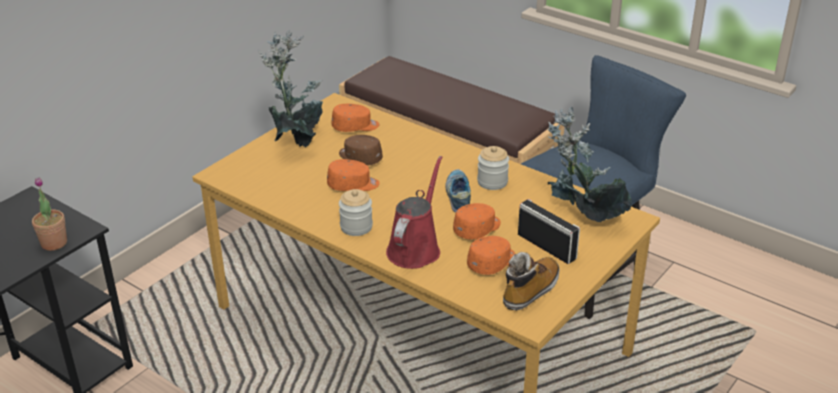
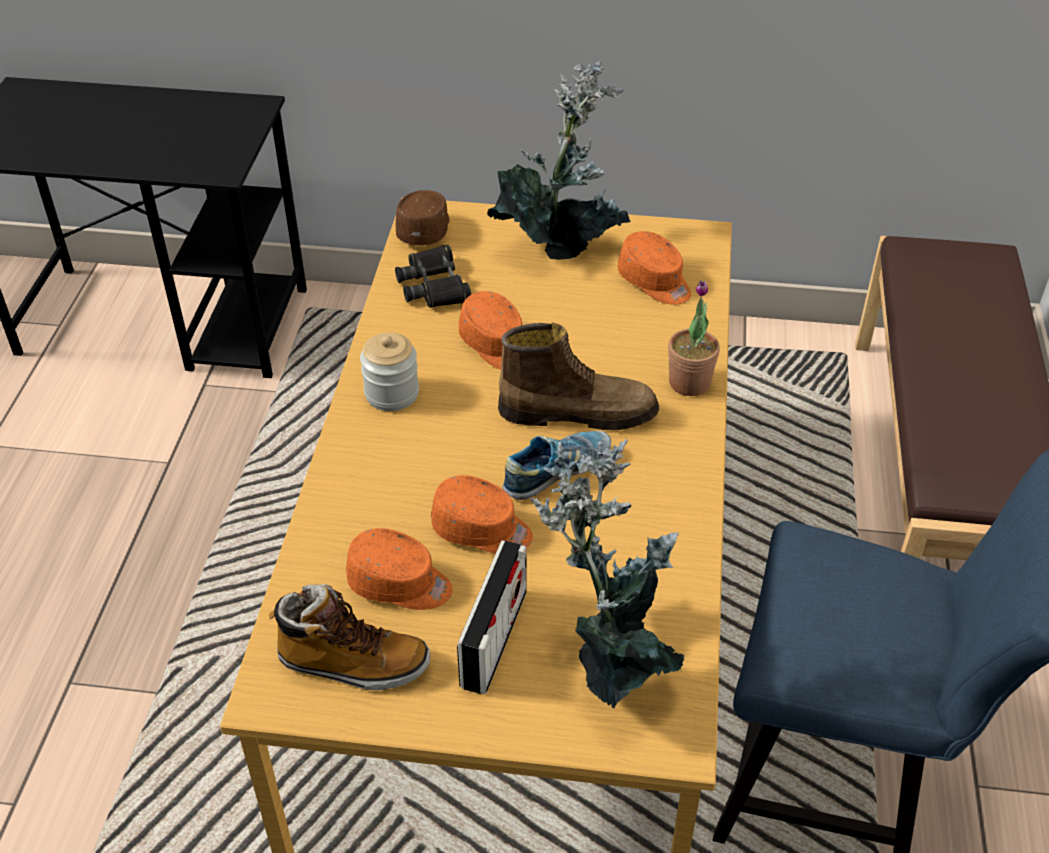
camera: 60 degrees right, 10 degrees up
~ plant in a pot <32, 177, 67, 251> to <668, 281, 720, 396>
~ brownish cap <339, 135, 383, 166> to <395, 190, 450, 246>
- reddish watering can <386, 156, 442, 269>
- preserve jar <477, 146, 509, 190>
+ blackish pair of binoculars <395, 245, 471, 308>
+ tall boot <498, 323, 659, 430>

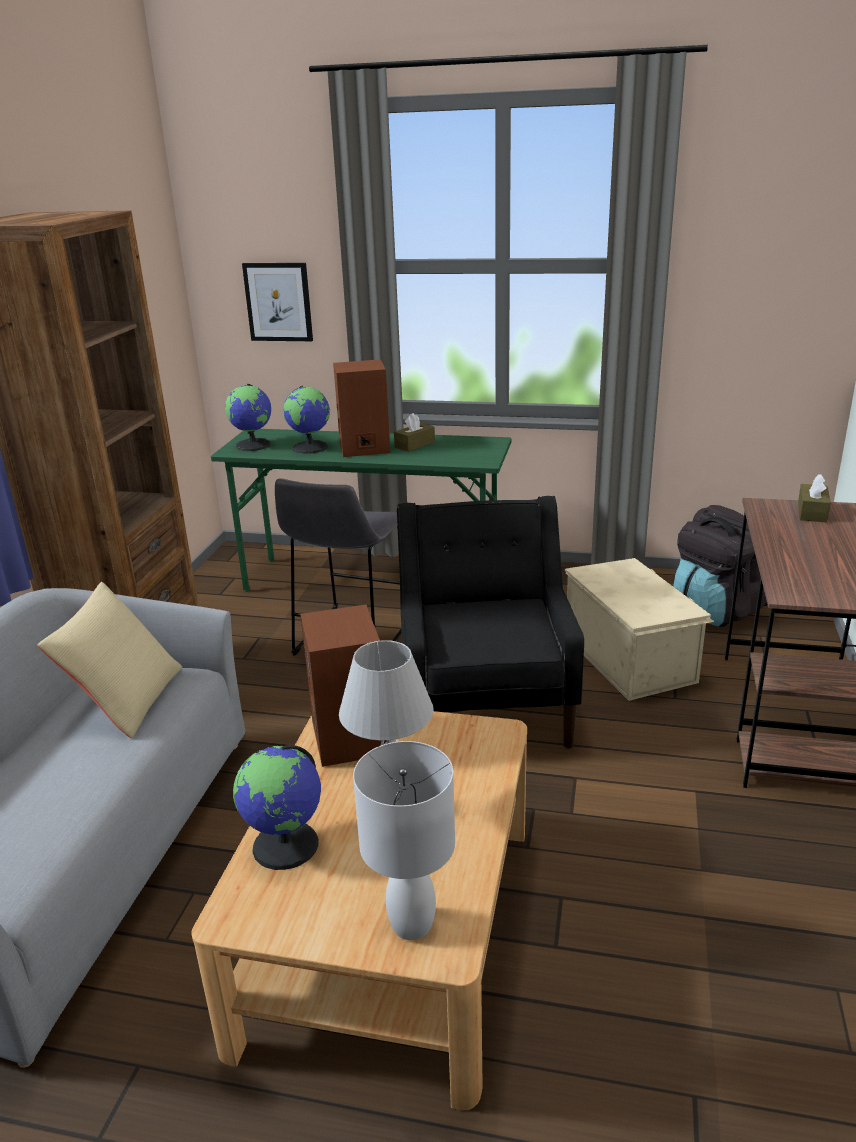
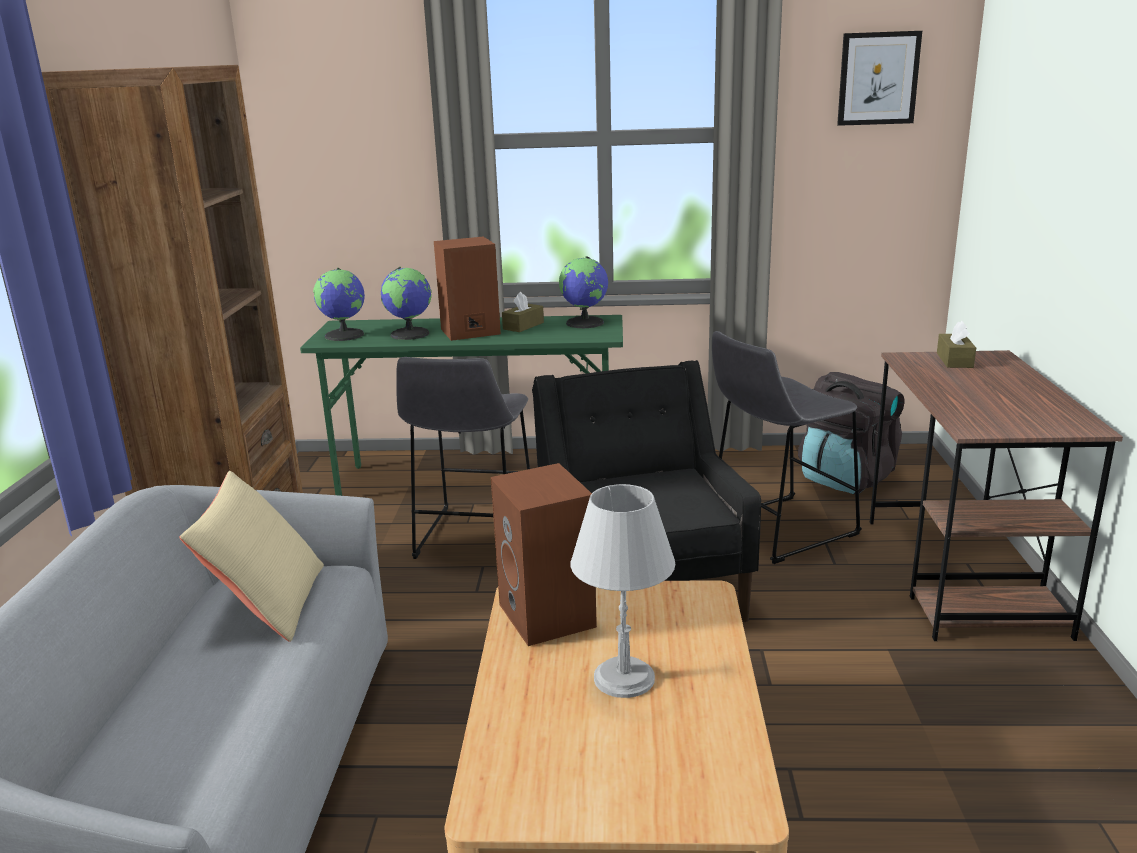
camera: 10 degrees left, 5 degrees down
~ desk globe <233, 745, 321, 870> to <559, 256, 608, 328>
~ picture <242, 263, 313, 341> to <837, 31, 922, 126>
- white-coloured tabletop lamp <353, 741, 455, 940>
~ sand-coloured storage bin <565, 558, 715, 701> to gray stool seat <712, 331, 862, 564>

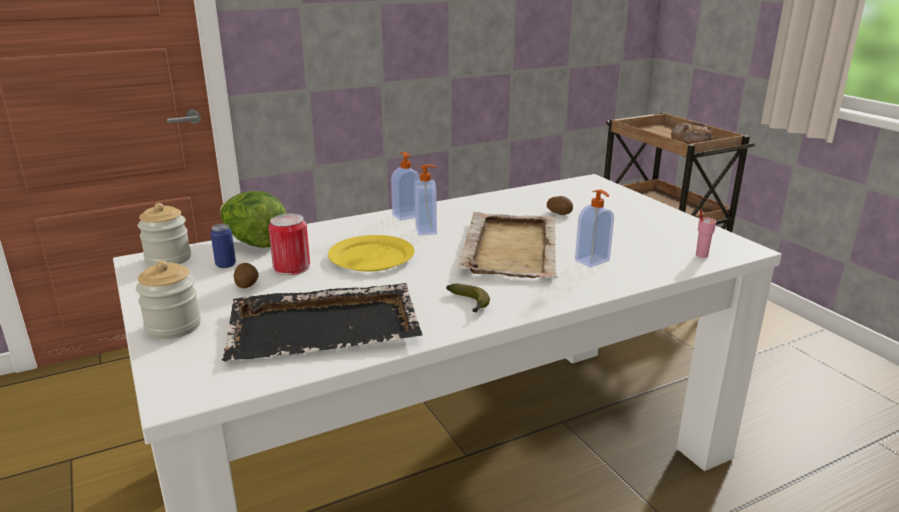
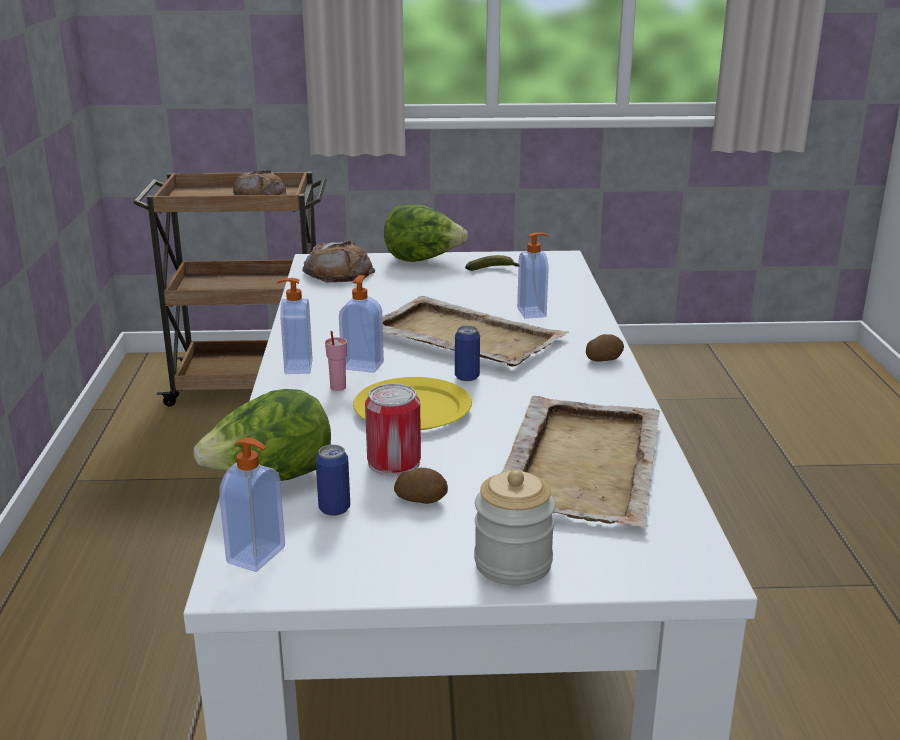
camera: 65 degrees left, 0 degrees up
~ preserve jar <138, 203, 191, 266> to soap dispenser <219, 437, 285, 572>
~ blackish serving tray <222, 283, 422, 362> to sand-coloured serving tray <502, 396, 660, 527>
~ whole banana <446, 284, 490, 313> to <465, 255, 518, 271>
~ potato <547, 196, 573, 215> to <586, 334, 624, 361>
~ pink small cup <696, 209, 717, 258> to <325, 331, 347, 391>
+ baked bread <302, 240, 375, 283>
+ head of lettuce <384, 204, 468, 262>
+ sealed can <455, 325, 480, 381>

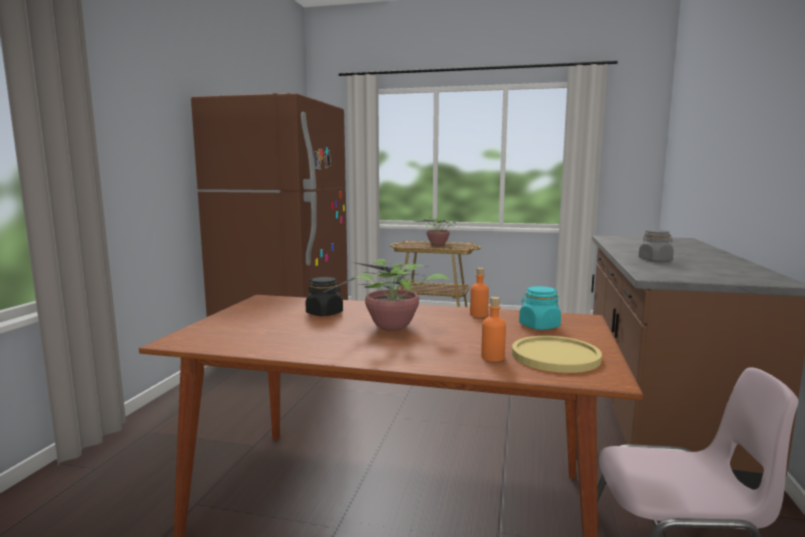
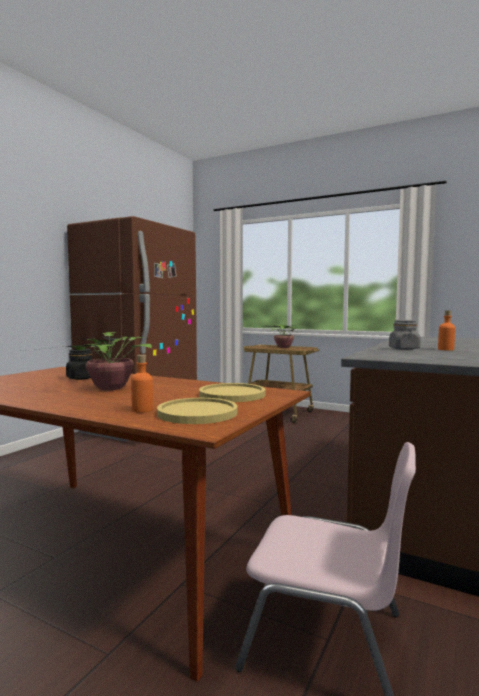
camera: 15 degrees right, 5 degrees down
~ orangey drink bottle <470, 268, 489, 318> to <438, 310, 455, 351>
~ turquoise preserve jar <519, 286, 561, 330> to yellow-coloured flat dish <199, 383, 265, 402>

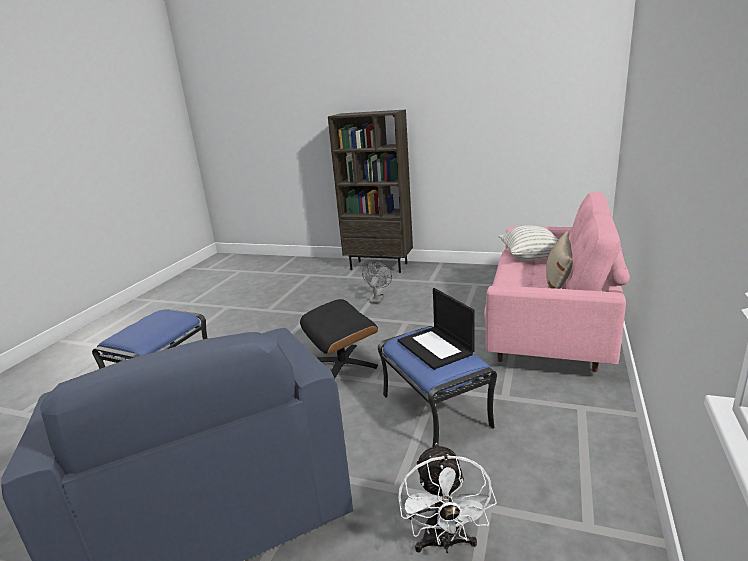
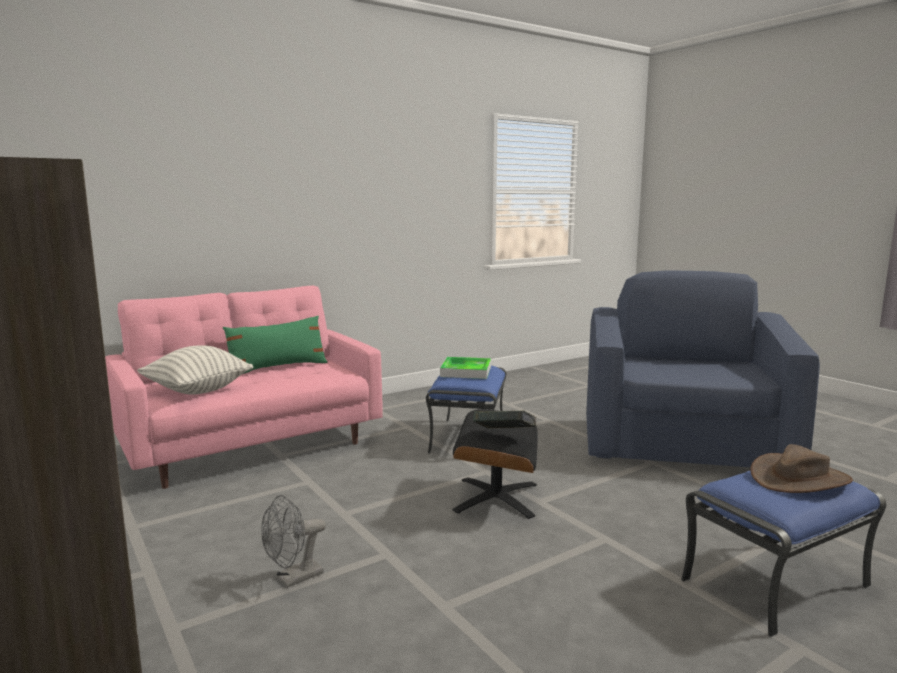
camera: 145 degrees left, 10 degrees down
~ laptop <398, 288, 475, 370> to serving tray <440, 357, 491, 379>
- white-coloured electric fan <398, 443, 497, 553>
~ sand-coloured throw pillow <546, 231, 573, 289> to green throw pillow <223, 316, 328, 374>
+ volume <473, 411, 536, 429>
+ brownish clothing hat <750, 444, 853, 493>

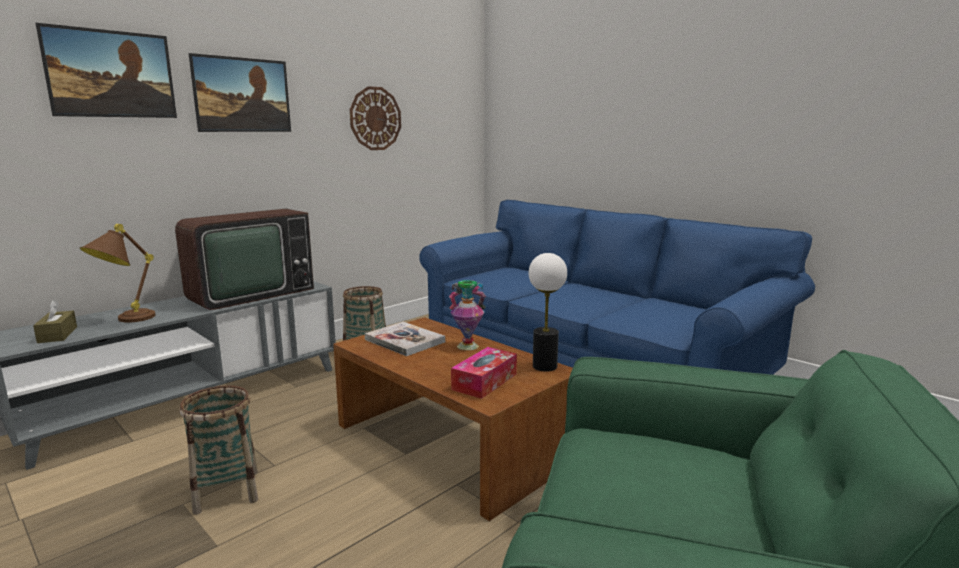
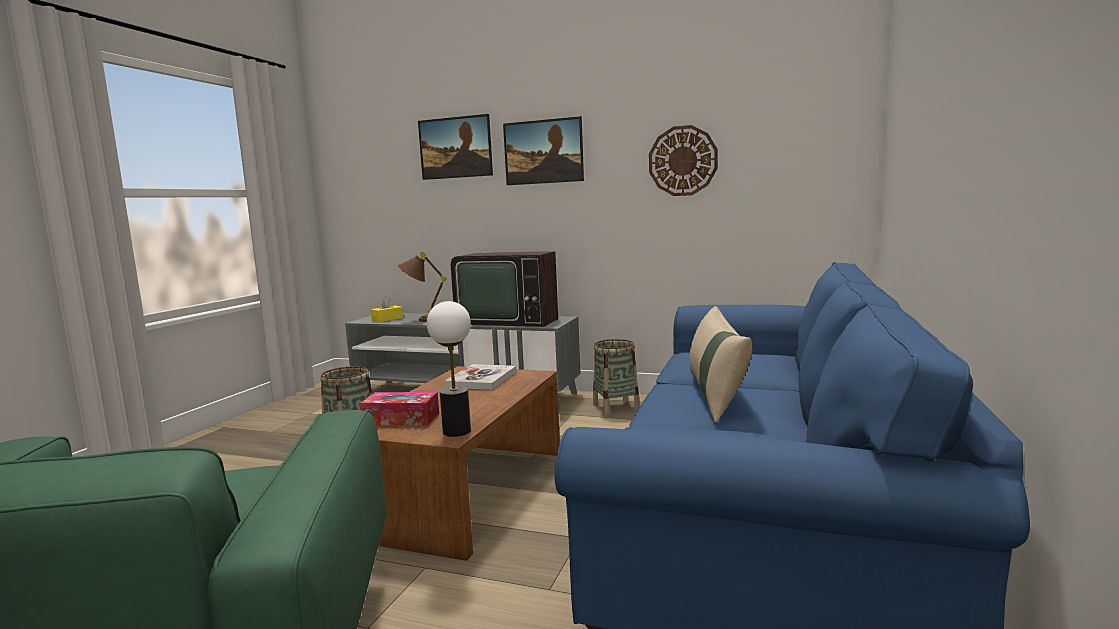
camera: 65 degrees right, 5 degrees down
~ brownish tissue box <33, 300, 77, 343> to yellow-coloured tissue box <371, 297, 403, 322>
- decorative vase <449, 280, 486, 350>
+ sand-coloured throw pillow <690, 306, 752, 422>

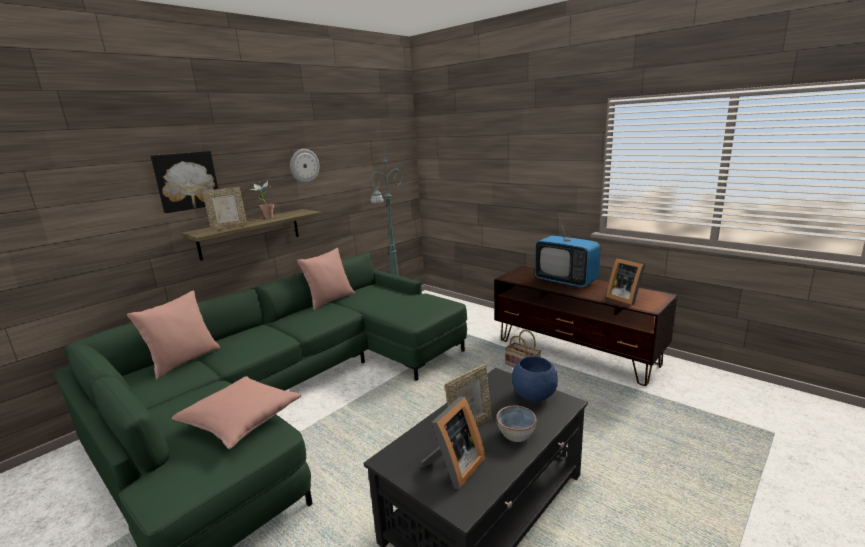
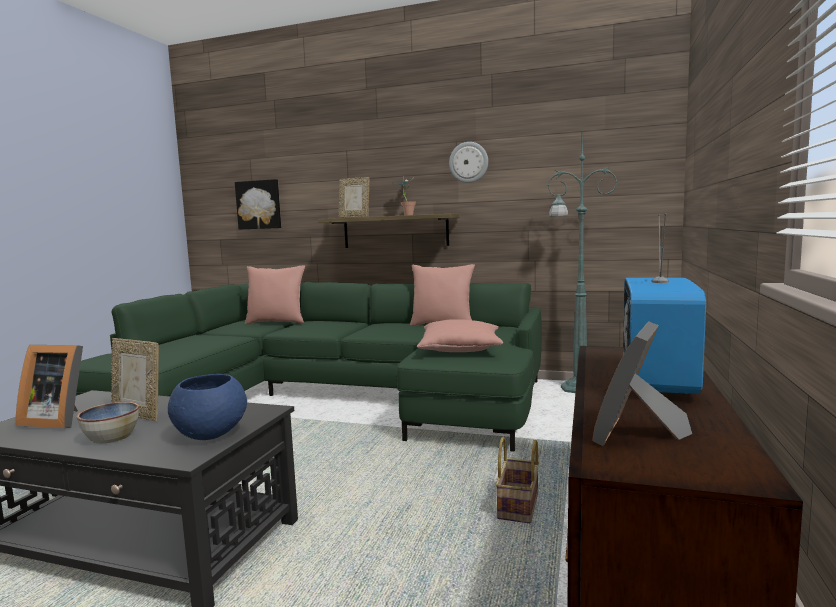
camera: 65 degrees right, 10 degrees down
~ picture <151, 151, 218, 213> to <235, 179, 281, 230>
~ pink throw pillow <171, 376, 301, 449> to <417, 320, 503, 352>

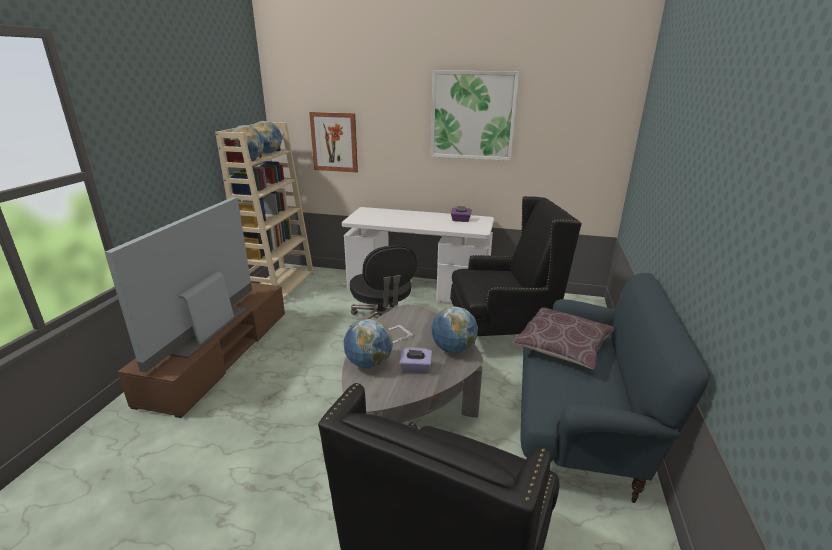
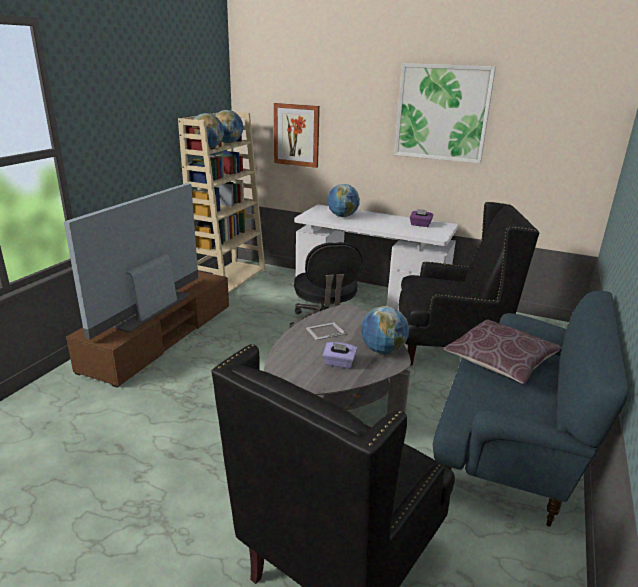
camera: 10 degrees right, 0 degrees up
~ desk globe <344, 319, 393, 369> to <327, 184, 360, 217>

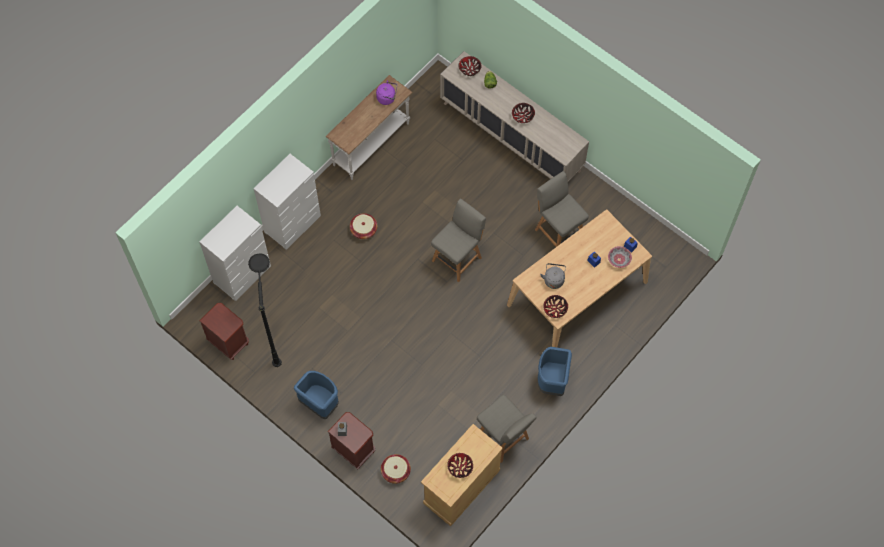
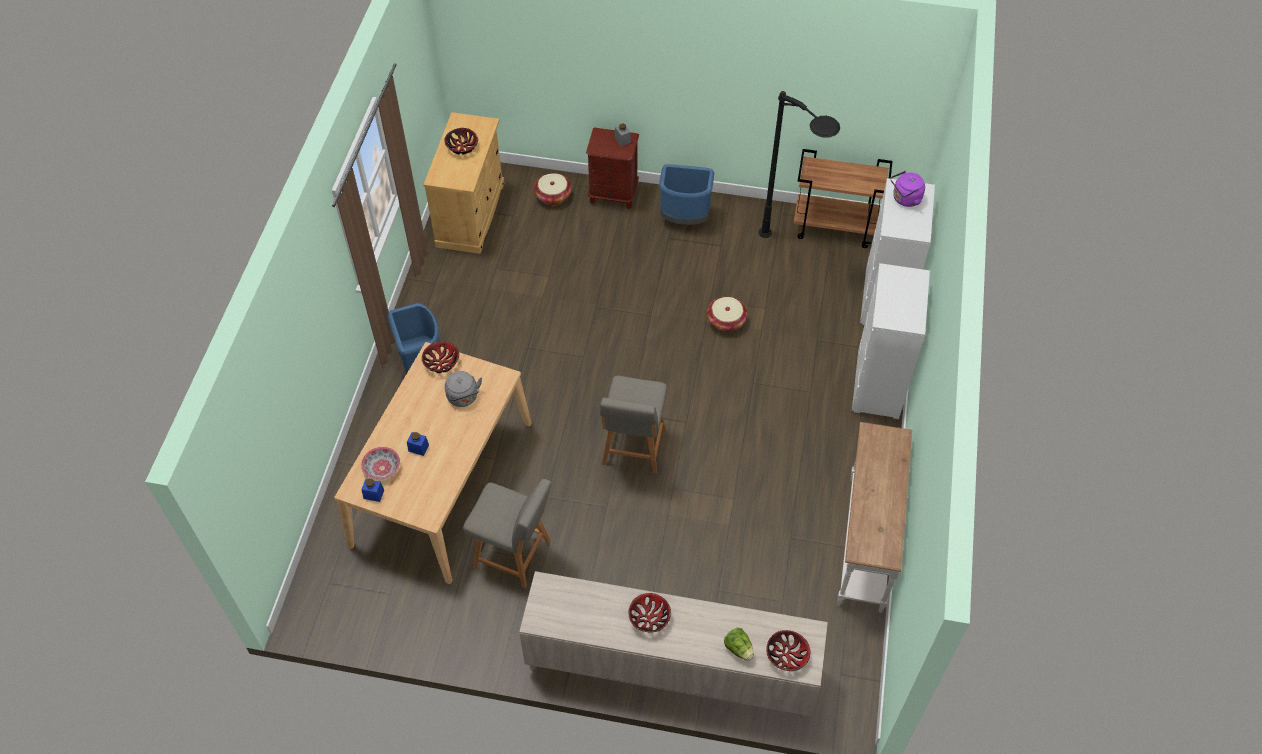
camera: 150 degrees right, 10 degrees down
~ brownish night table <200, 303, 249, 360> to brownish cart <793, 149, 892, 248>
~ household basket <350, 213, 377, 239> to <707, 297, 747, 332>
~ purple-coloured water kettle <376, 80, 397, 105> to <891, 171, 925, 207>
- gray chair <477, 395, 537, 463>

